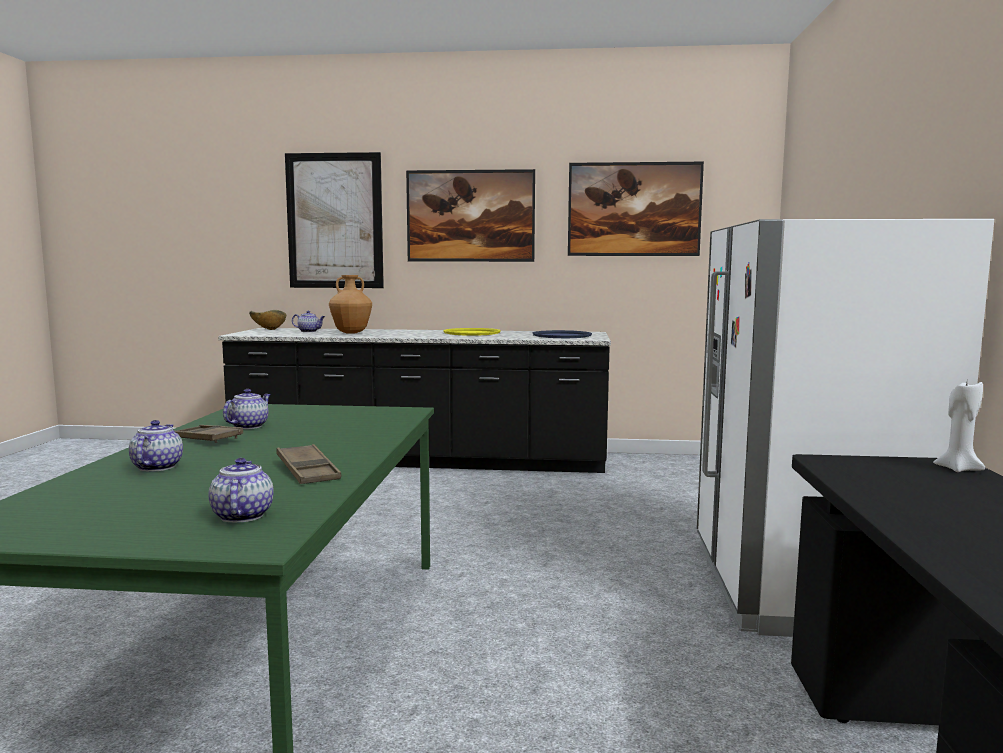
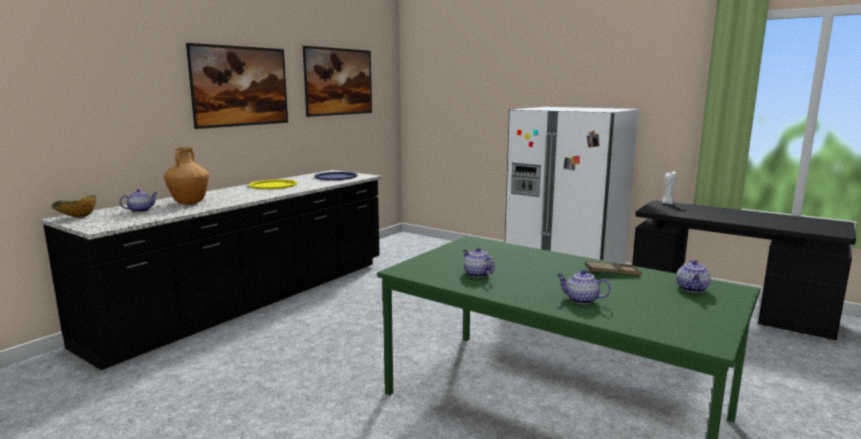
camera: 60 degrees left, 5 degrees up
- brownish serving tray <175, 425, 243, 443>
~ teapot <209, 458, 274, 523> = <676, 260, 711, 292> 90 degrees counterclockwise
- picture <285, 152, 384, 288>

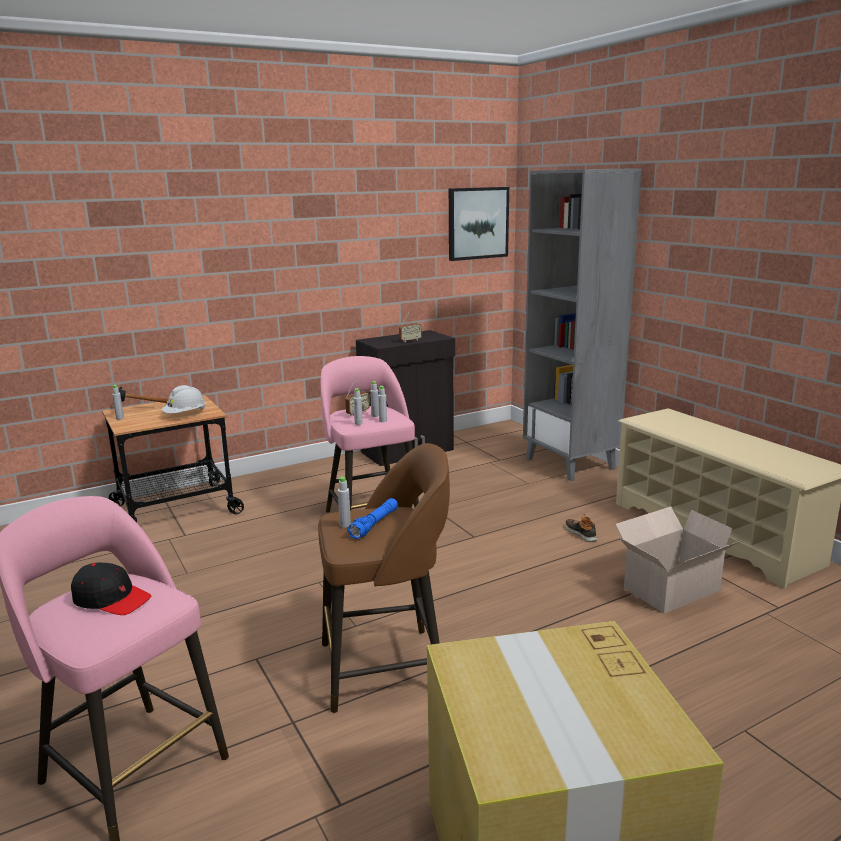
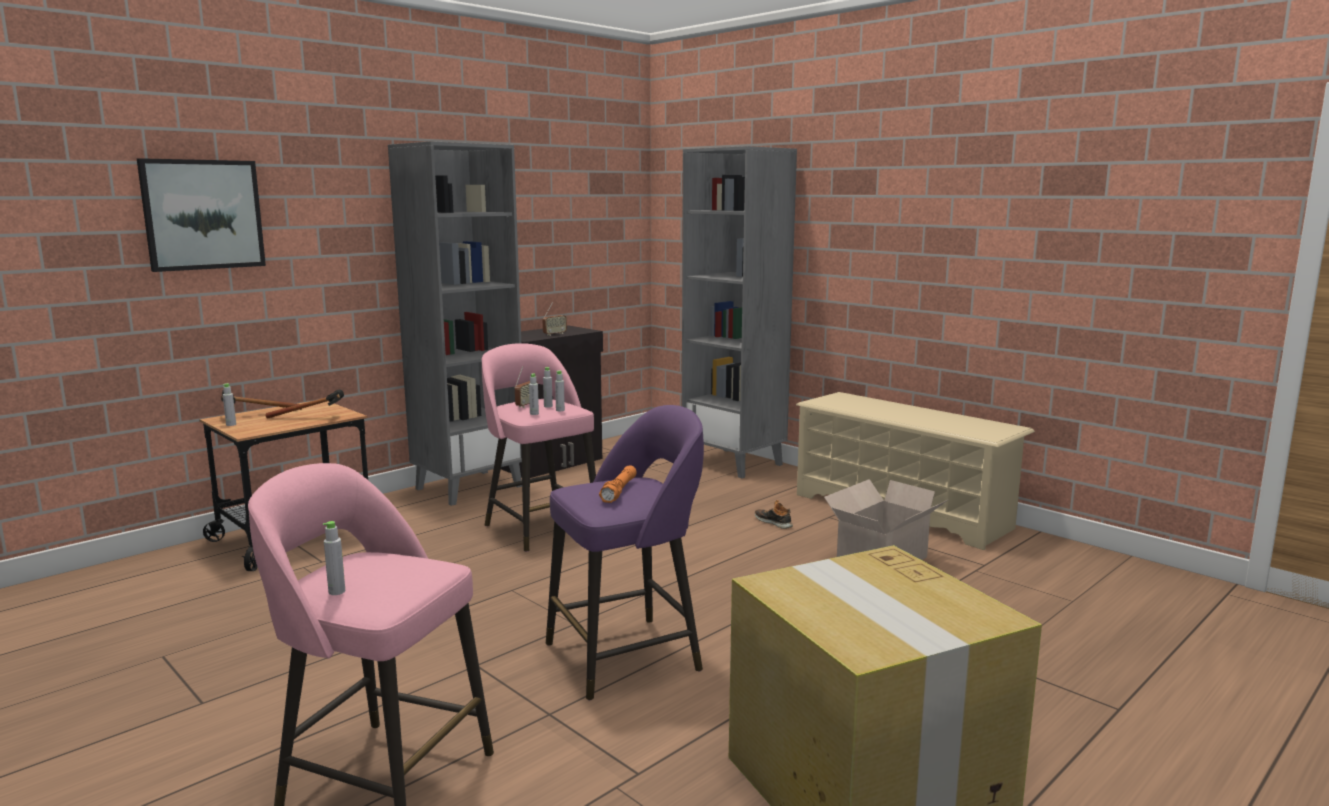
camera: 15 degrees left, 5 degrees down
- blackish cap <71, 562, 151, 615>
~ white-coloured work helmet <162, 385, 206, 414> to hand hammer <265, 390, 344, 419>
~ brownish stool seat <318, 443, 450, 713> to purple-coloured stool seat <546, 405, 704, 700>
~ gray drink bottle <338, 477, 351, 528> to <323, 521, 345, 595>
~ blue torch <347, 498, 398, 539> to orangey torch <599, 465, 637, 503>
~ picture <449, 187, 509, 261> to <137, 158, 266, 272>
+ gray shelving unit <388, 141, 522, 506>

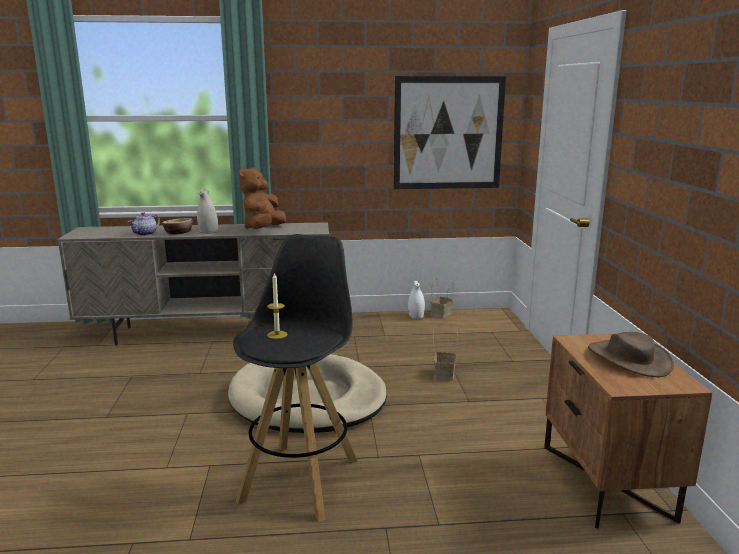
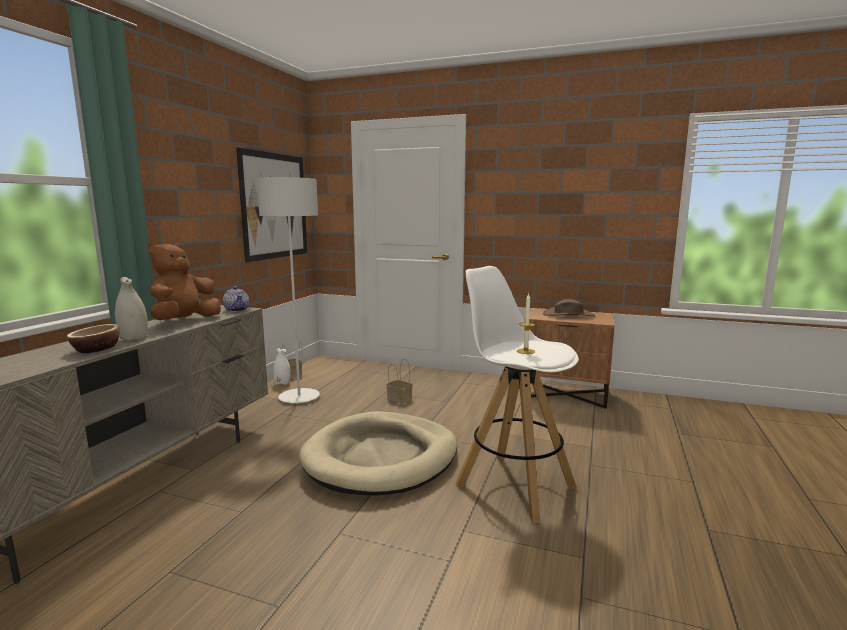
camera: 65 degrees left, 5 degrees down
~ teapot <128, 212, 160, 236> to <223, 286, 249, 312>
~ blackish stool seat <233, 234, 358, 522> to white-coloured stool seat <455, 266, 579, 523>
~ brownish soft toy <239, 167, 286, 229> = <148, 243, 221, 320> 75 degrees clockwise
+ gray floor lamp <257, 177, 320, 403>

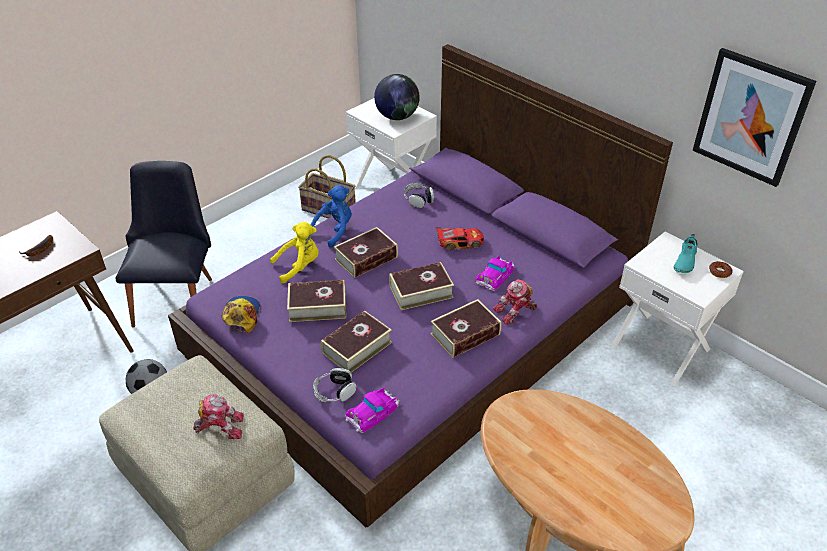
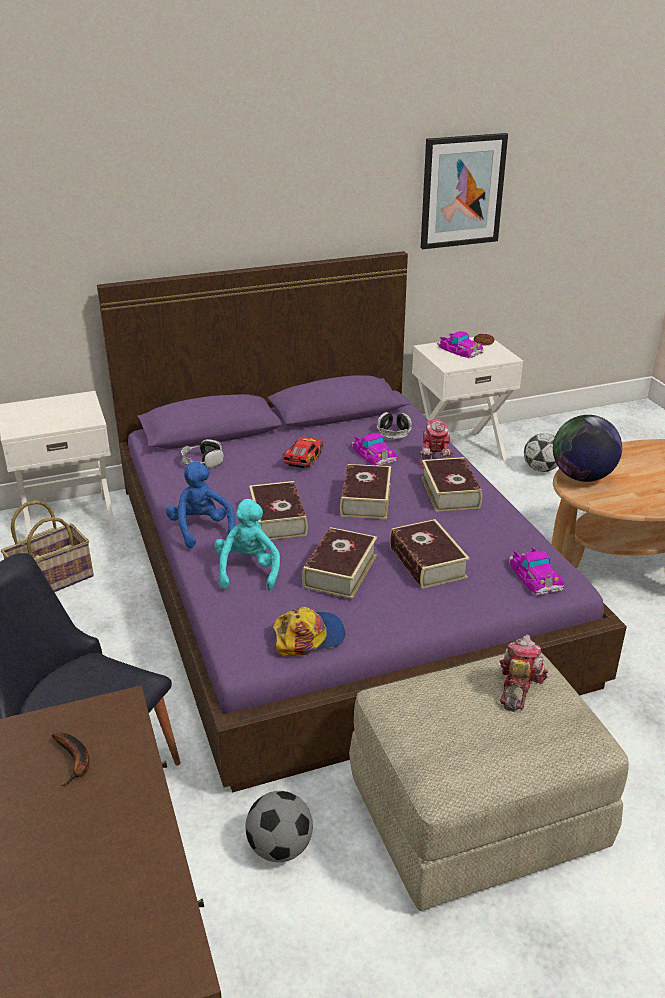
camera: 65 degrees left, 10 degrees down
~ cap <221, 296, 260, 333> = <273, 607, 345, 656> 135 degrees clockwise
~ yellow-coloured soft toy <270, 222, 319, 283> to turquoise soft toy <214, 499, 280, 590>
~ headset <313, 368, 356, 402> to <377, 412, 412, 439>
~ desk globe <374, 74, 420, 120> to <553, 415, 622, 482>
~ turquoise shoe <674, 234, 698, 273> to miniature car <437, 331, 484, 358>
+ football <524, 433, 557, 472>

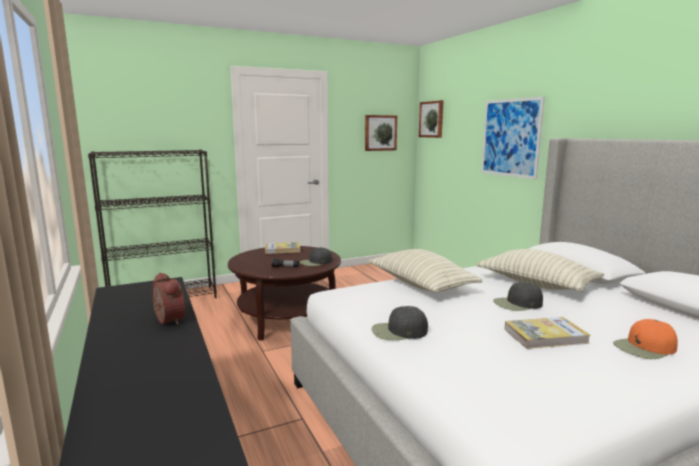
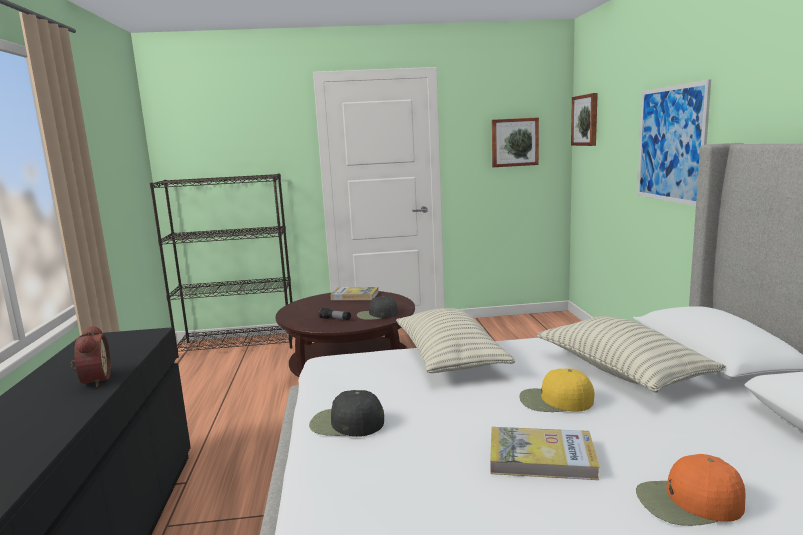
camera: 20 degrees right, 0 degrees up
~ blackish cap <493, 282, 543, 311> to yellow-coloured cap <519, 368, 594, 412>

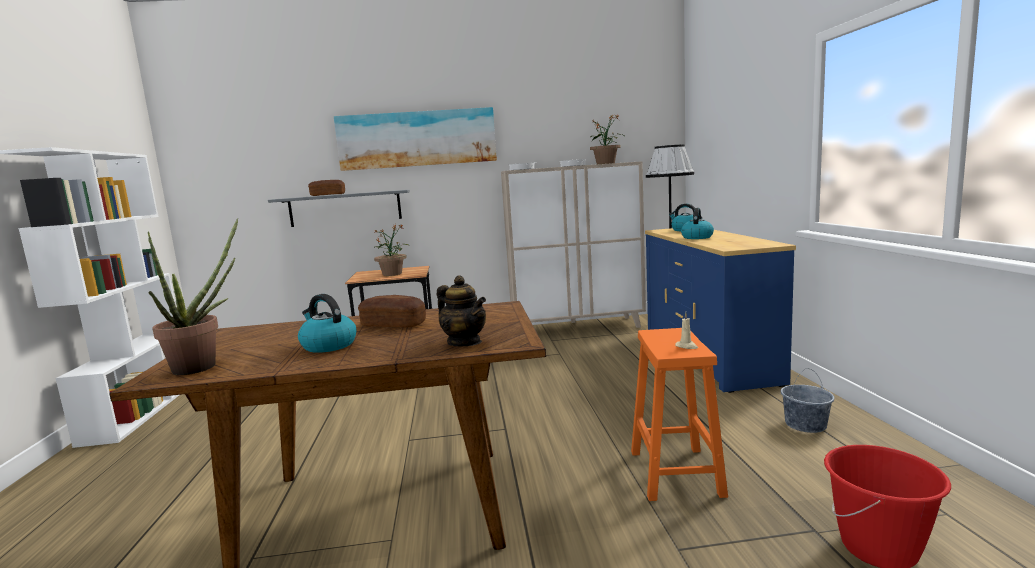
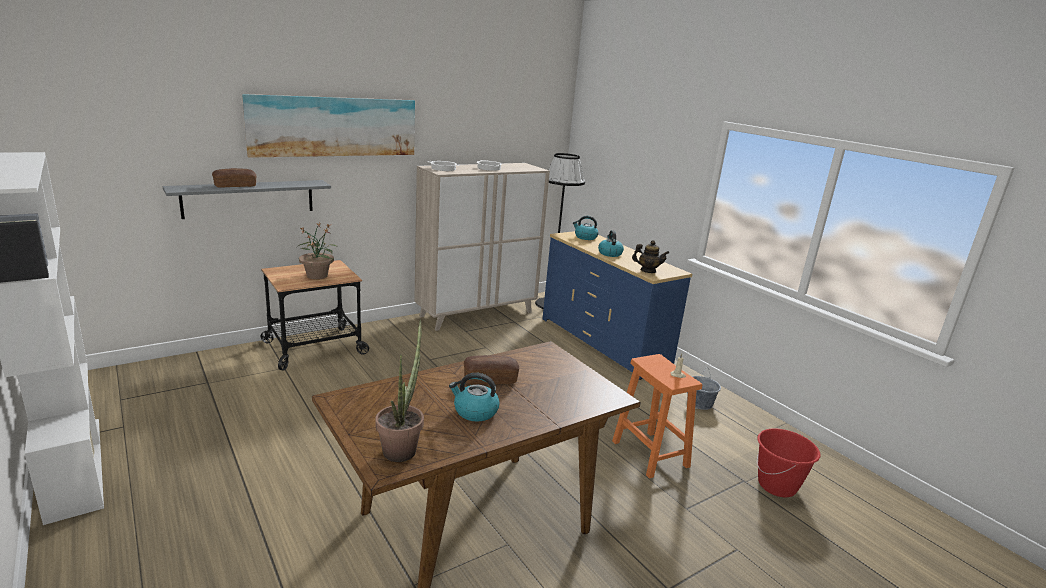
camera: 30 degrees left, 10 degrees up
~ teapot <437, 276, 486, 346> to <632, 240, 669, 273>
- plant in a pot <590, 115, 623, 164>

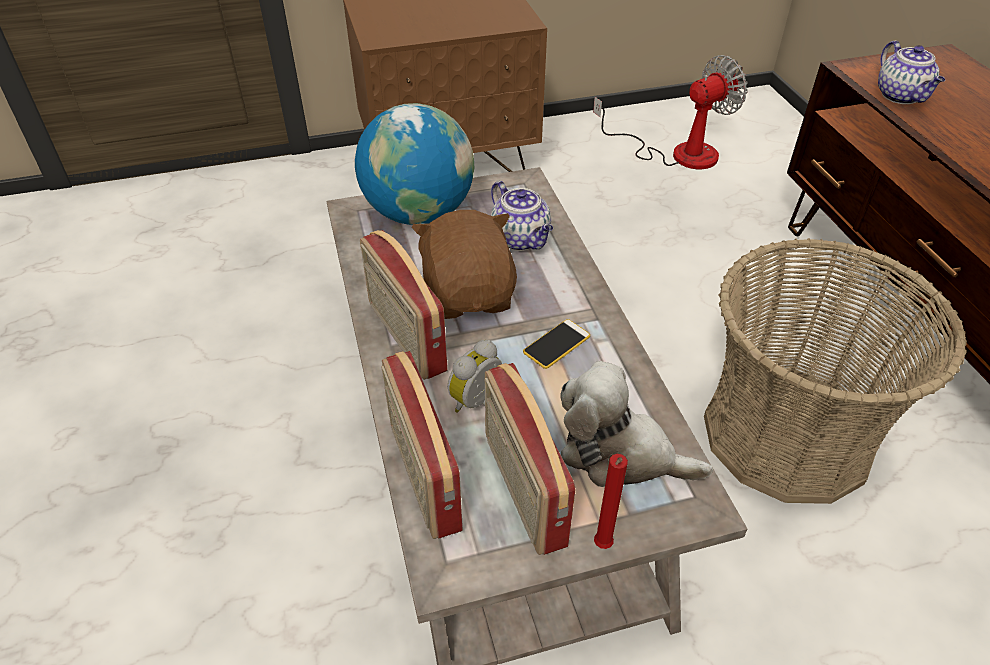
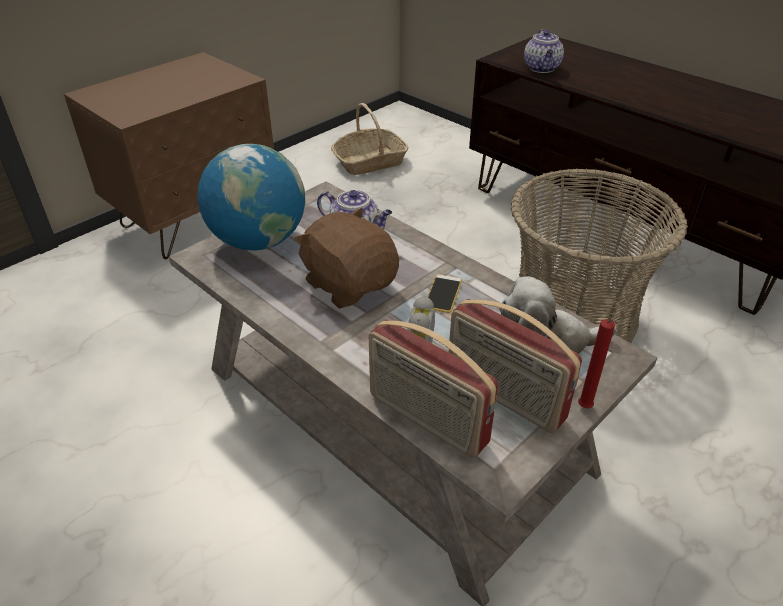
camera: 30 degrees left, 5 degrees down
- radio set <360, 230, 448, 380>
~ electric fan <593, 55, 748, 169> to household basket <331, 103, 408, 175>
~ teapot <878, 41, 945, 104> = <524, 29, 564, 73> 45 degrees clockwise

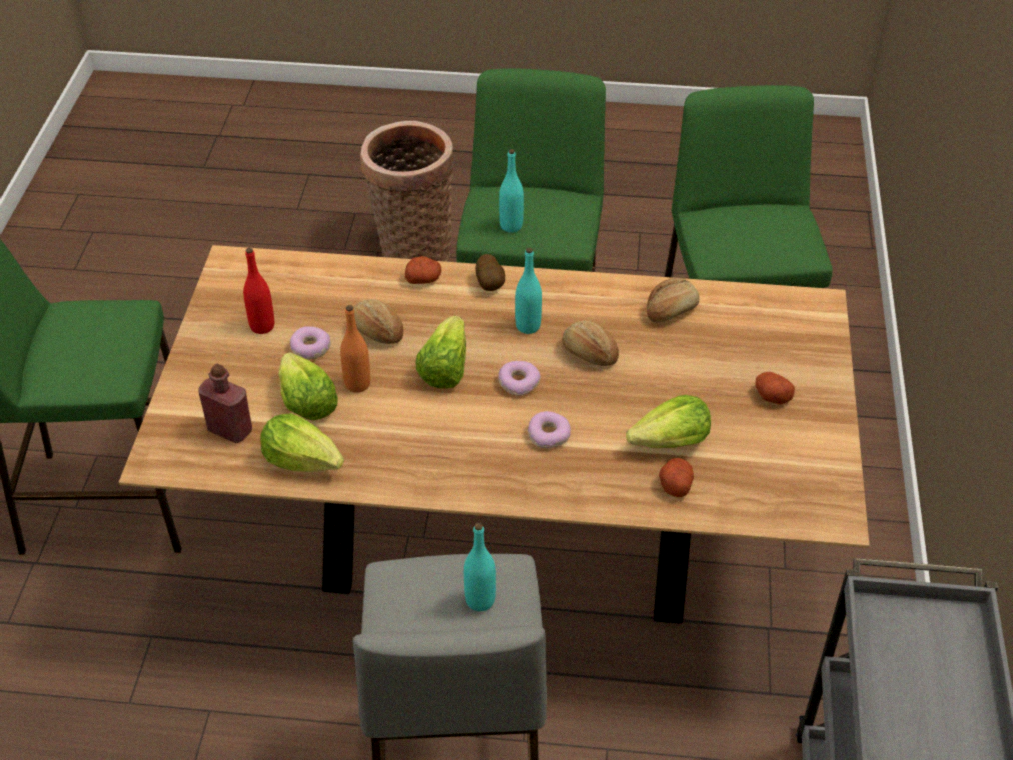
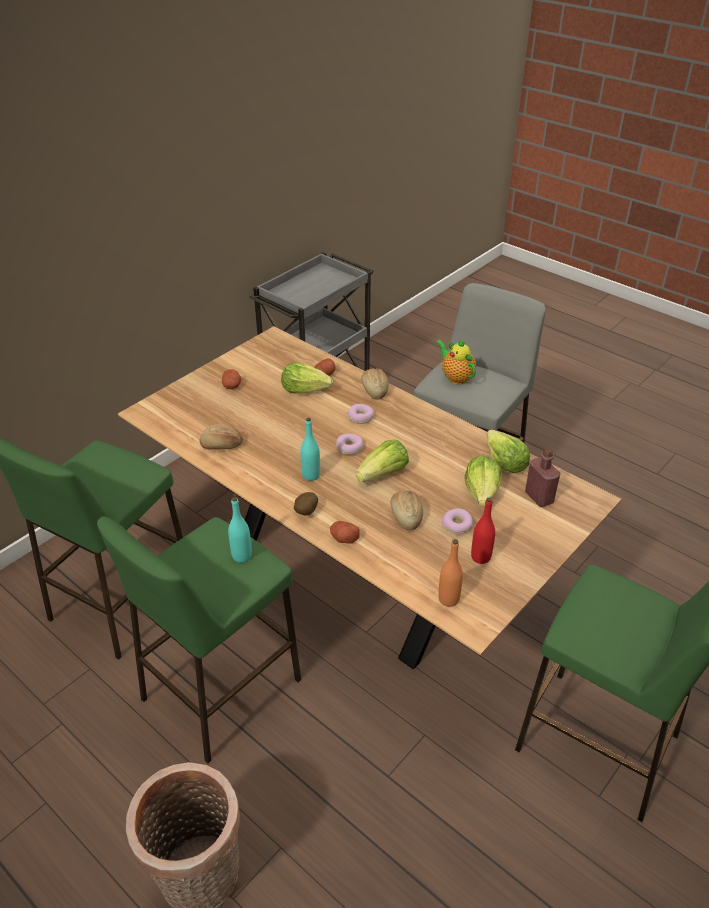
camera: 145 degrees left, 5 degrees down
~ orangey drink bottle <340, 305, 370, 393> to <438, 539, 463, 607>
~ turquoise drink bottle <464, 523, 496, 611> to teapot <436, 338, 476, 385>
~ baked bread <562, 321, 619, 366> to <361, 368, 389, 400>

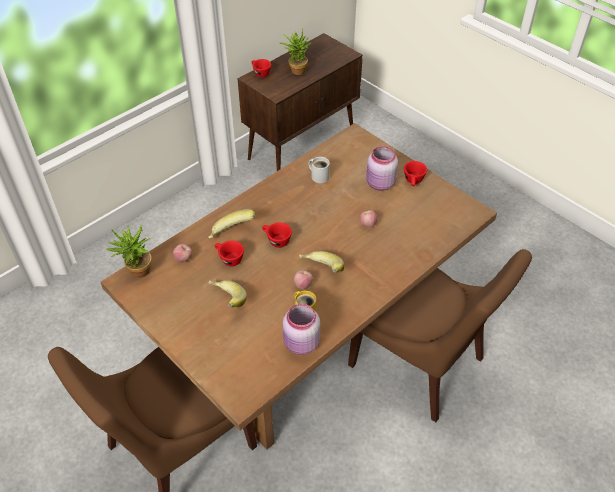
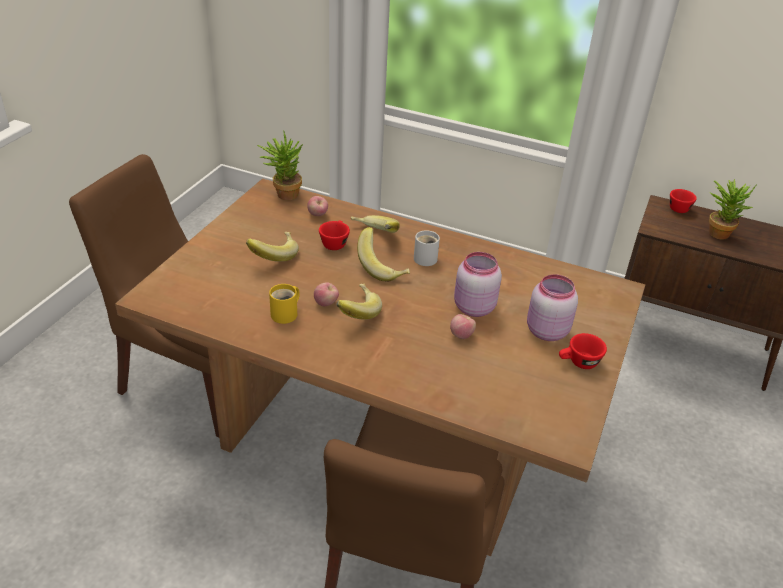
camera: 65 degrees right, 10 degrees down
~ reddish small cup <262, 222, 292, 248> to whole banana <357, 227, 410, 282>
~ pink preserve jar <283, 304, 320, 355> to <454, 252, 502, 317>
~ white-coloured coffee mug <309, 157, 330, 183> to <414, 230, 440, 266>

